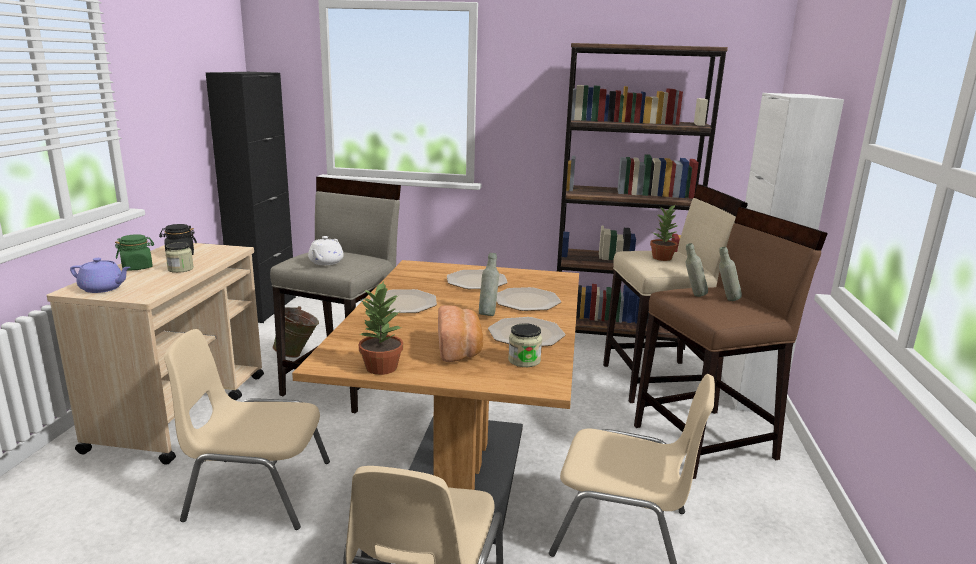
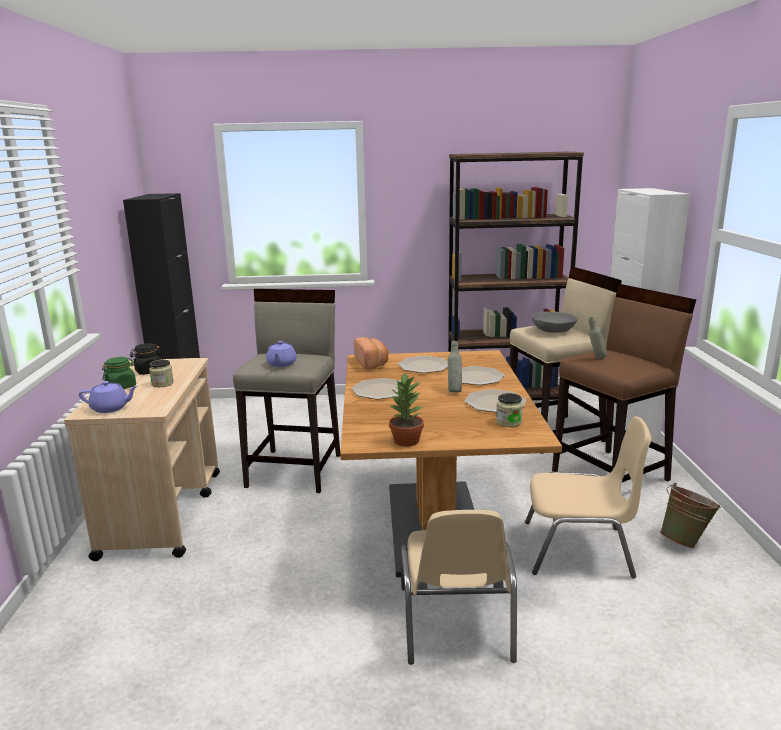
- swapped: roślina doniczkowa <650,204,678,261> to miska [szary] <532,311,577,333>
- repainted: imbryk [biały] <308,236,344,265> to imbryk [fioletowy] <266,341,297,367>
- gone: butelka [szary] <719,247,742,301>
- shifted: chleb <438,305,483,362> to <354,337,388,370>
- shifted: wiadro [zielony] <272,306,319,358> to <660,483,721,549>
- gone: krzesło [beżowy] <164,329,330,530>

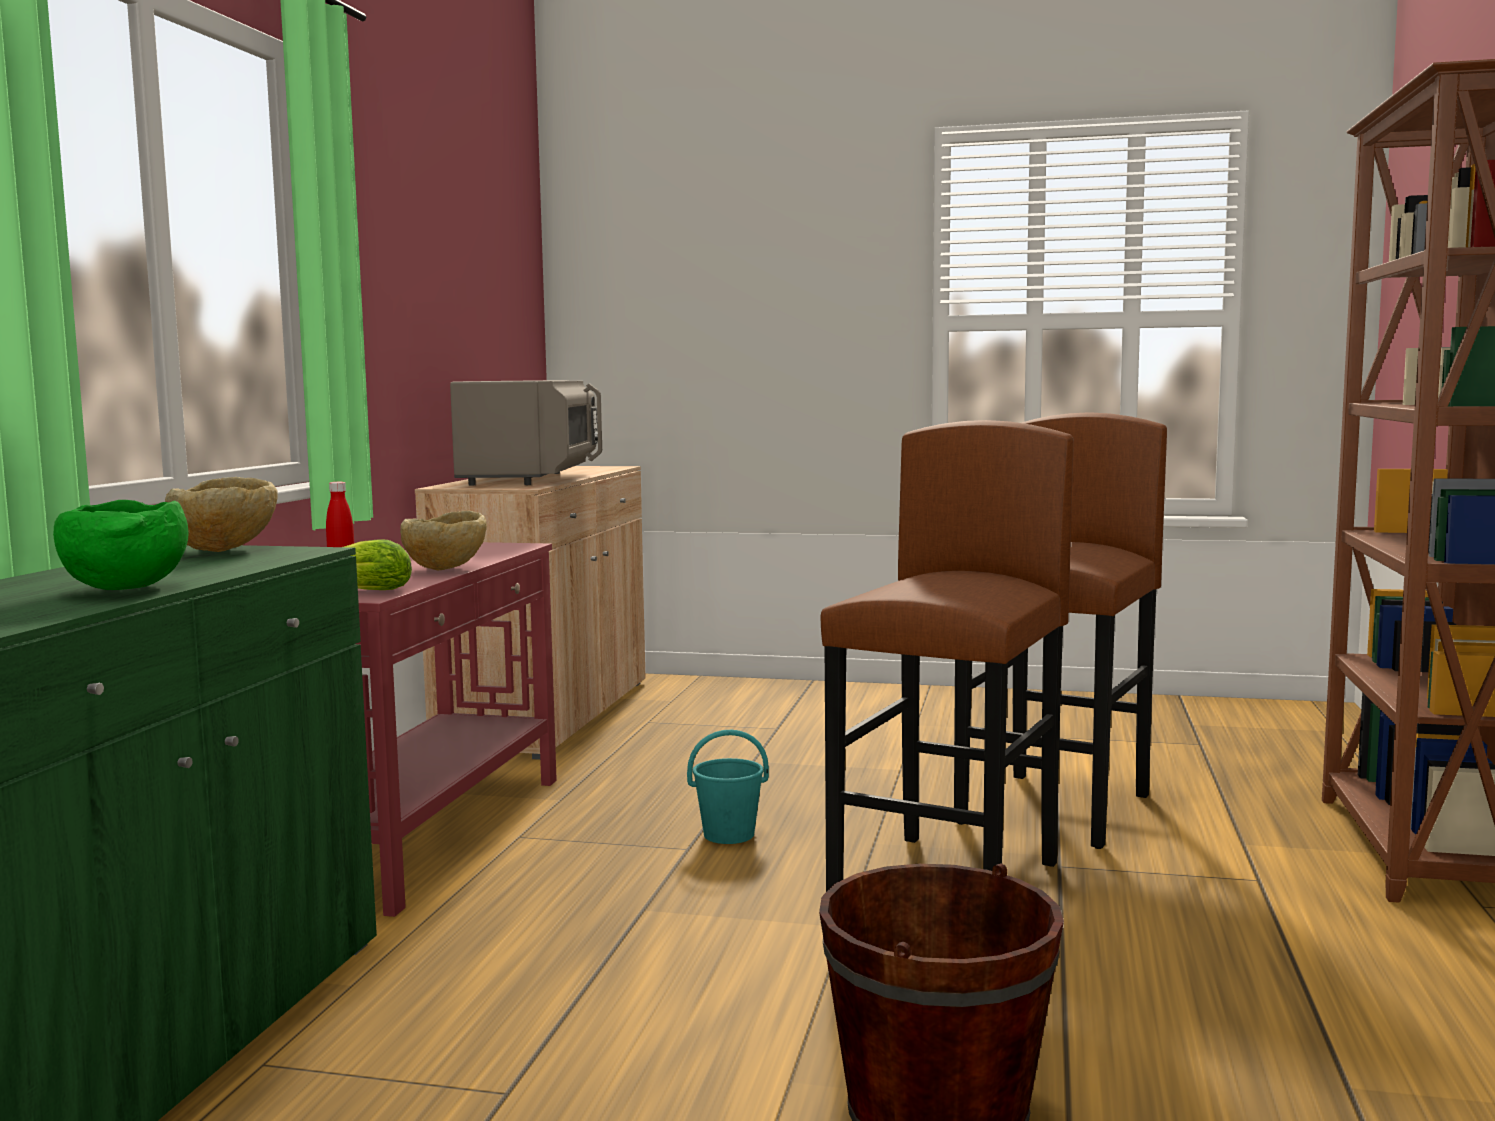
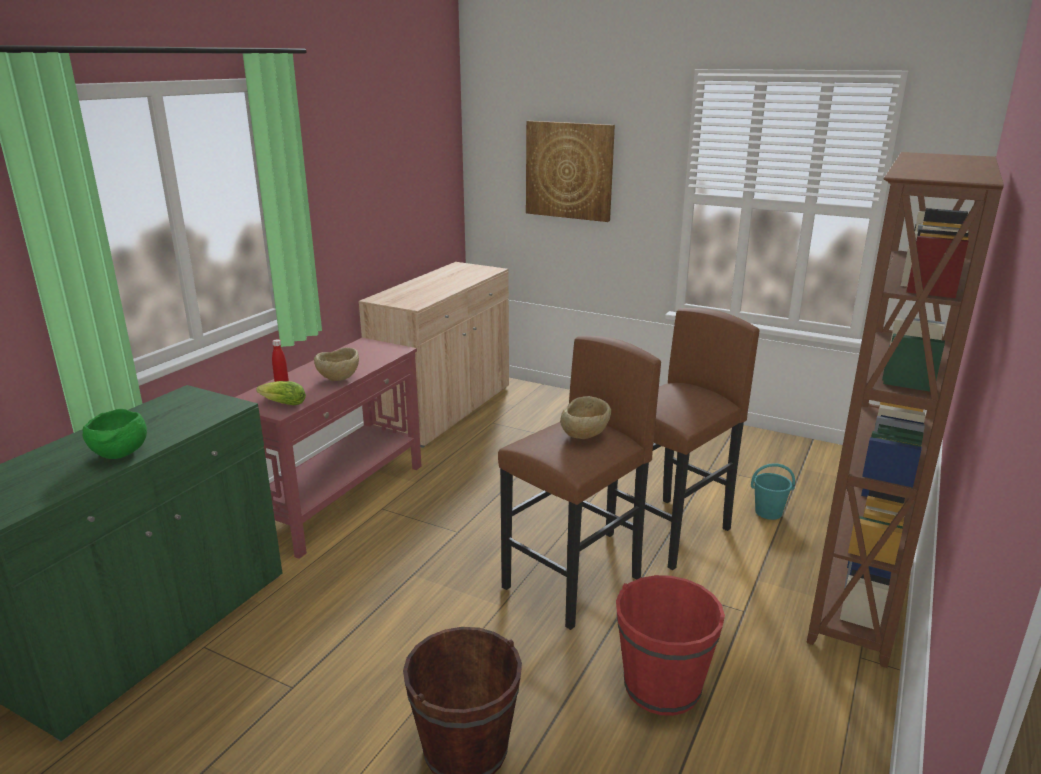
- gone: mikrofalówka [szary] <450,380,602,486>
- shifted: miska [beżowy] <165,477,278,552> to <560,396,611,439>
- shifted: wiadro [turkusowy] <687,730,769,844> to <751,463,795,520>
- new: obraz <526,121,615,222>
- new: wiadro [czerwony] <616,575,725,716>

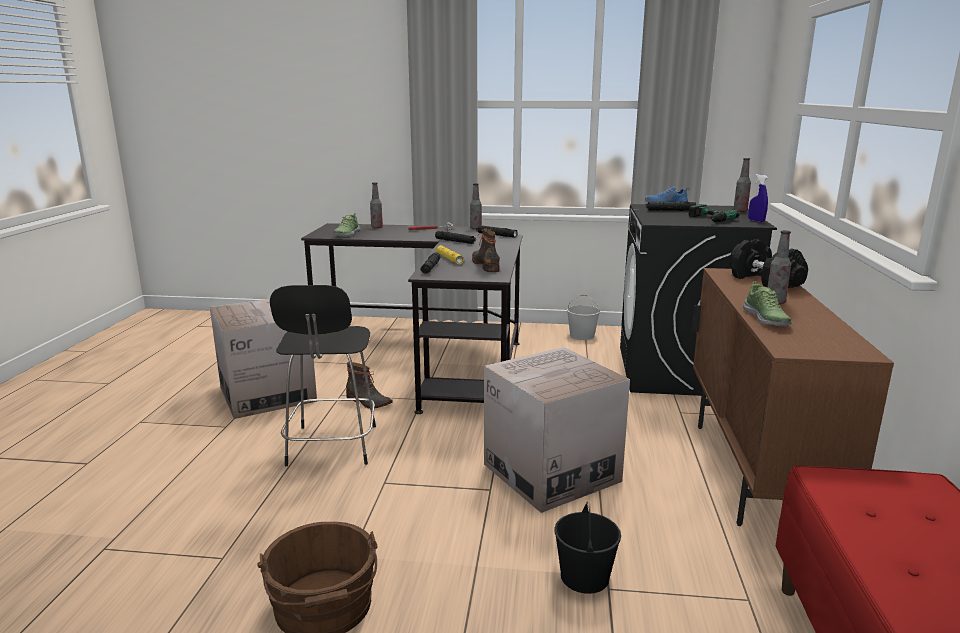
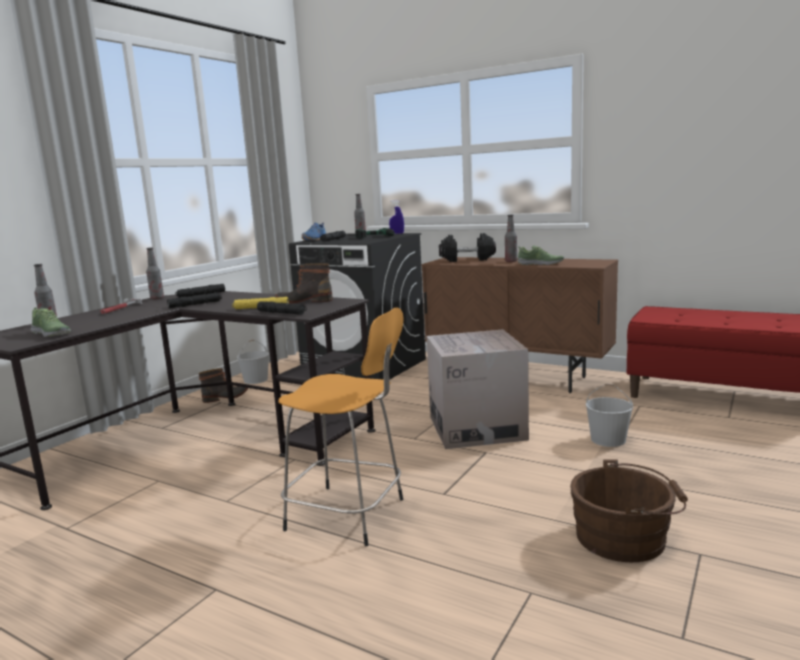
- repainted: stołek [czarny] <270,285,376,466> to stołek [pomarańczowy] <278,308,404,546>
- gone: karton <210,299,317,419>
- shifted: but z cholewką <346,362,393,409> to <199,368,248,403>
- repainted: wiadro [czarny] <554,500,621,594> to wiadro [biały] <586,384,633,447>

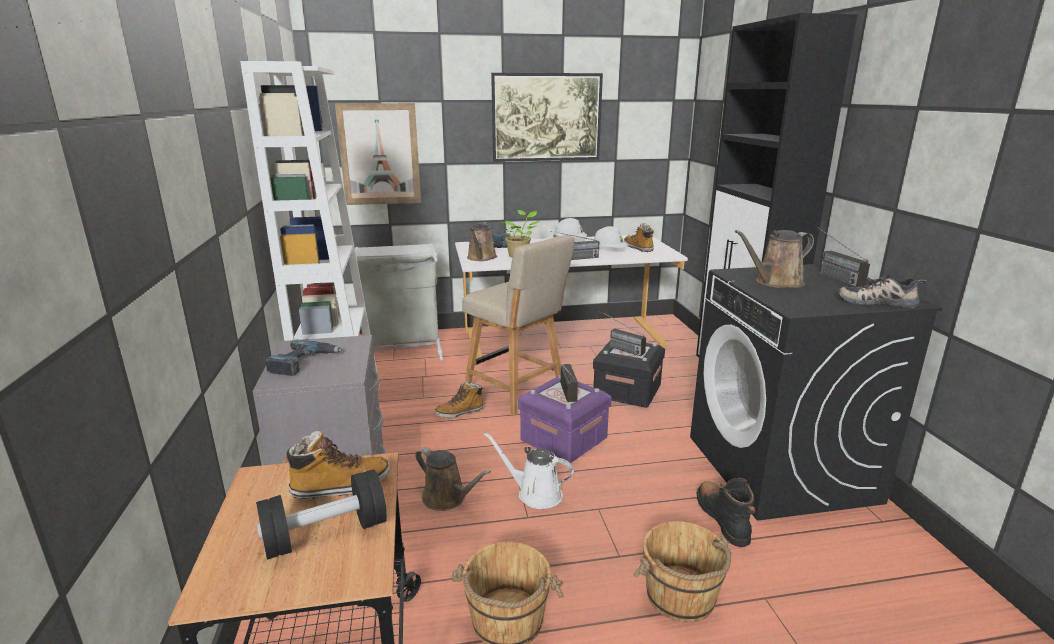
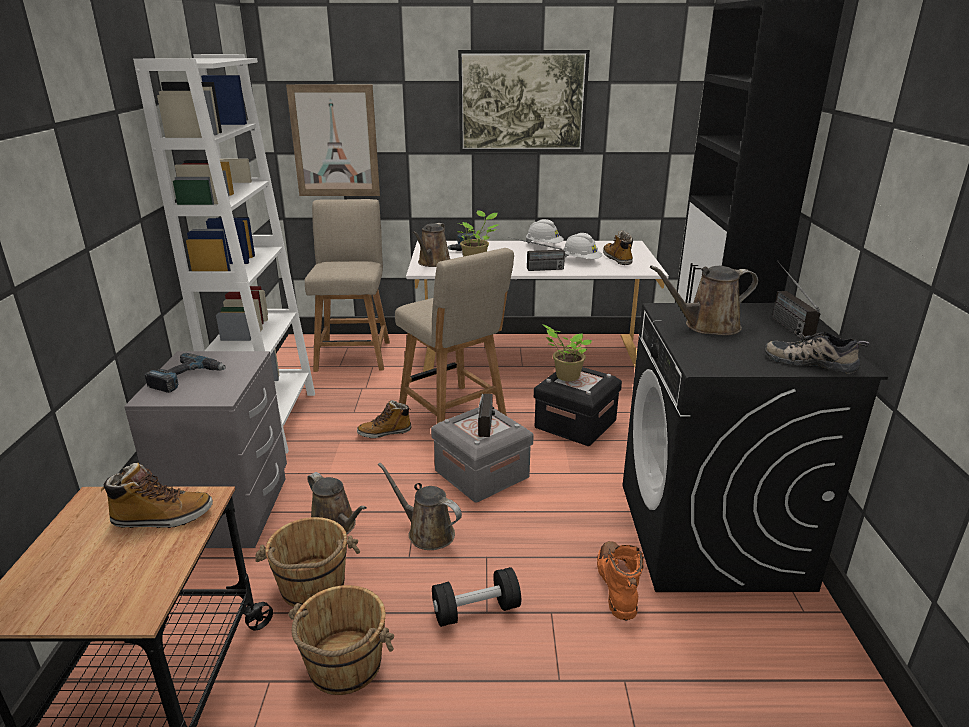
- swapped: kosz na pranie [szary] <355,243,443,361> to krzesło [beżowy] <305,199,390,372>
- swapped: radio <600,311,646,356> to roślina doniczkowa <542,324,592,381>
- repainted: pojemnik do przechowywania [fioletowy] <518,376,612,463> to pojemnik do przechowywania [szary] <431,408,534,503>
- repainted: konewka [biały] <484,432,574,509> to konewka [brązowy] <378,463,462,550>
- shifted: hantel [czarny] <256,469,387,560> to <432,567,521,627>
- repainted: but z cholewką [czarny] <697,478,756,547> to but z cholewką [pomarańczowy] <597,541,644,620>
- shifted: wiadro [brązowy] <634,521,731,623> to <255,517,360,607>

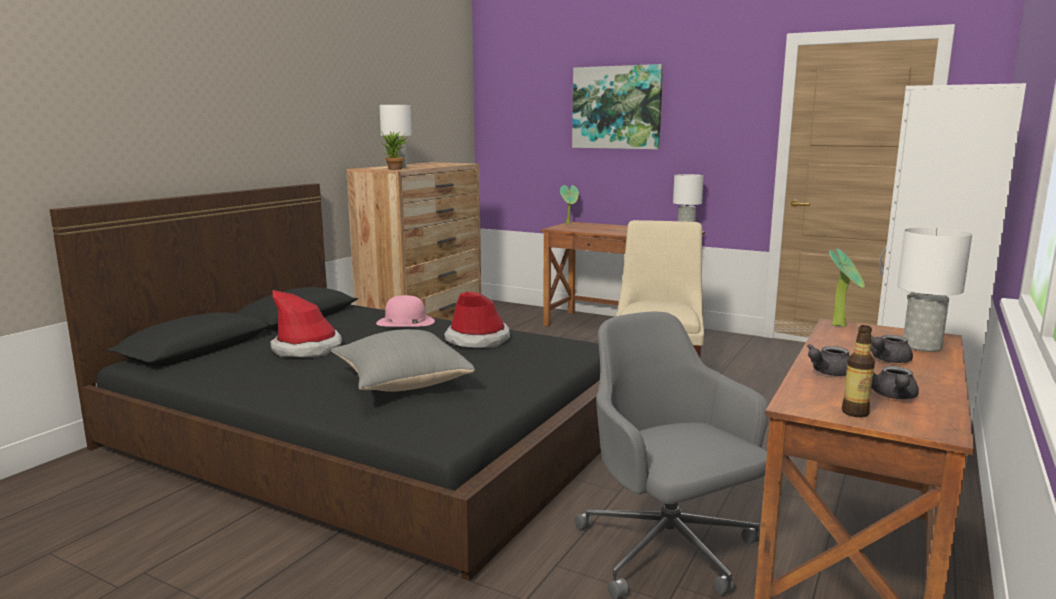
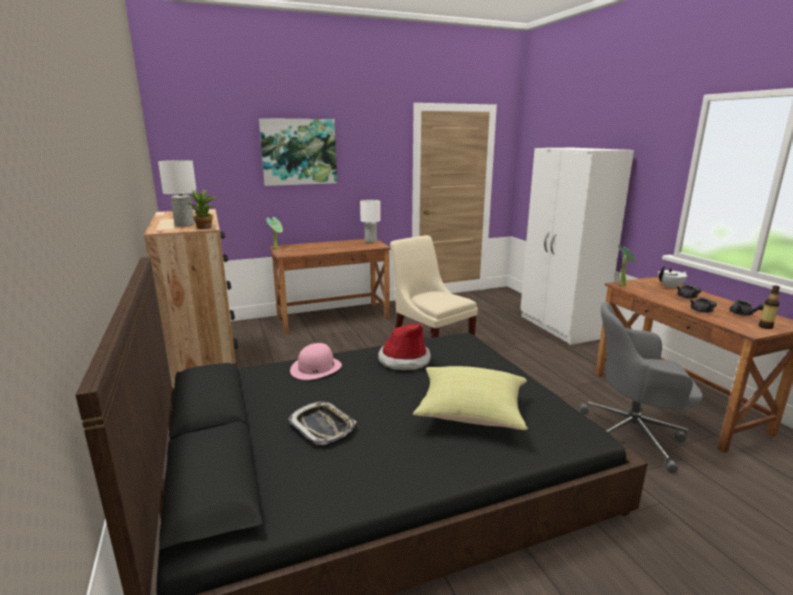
- swapped: lampa stołowa [biały] <897,228,972,352> to imbryk [biały] <658,266,687,289>
- swapped: kapelusz <270,290,342,357> to taca <288,401,357,445>
- repainted: poduszka [szary] <331,329,475,392> to poduszka [żółty] <413,366,528,430>

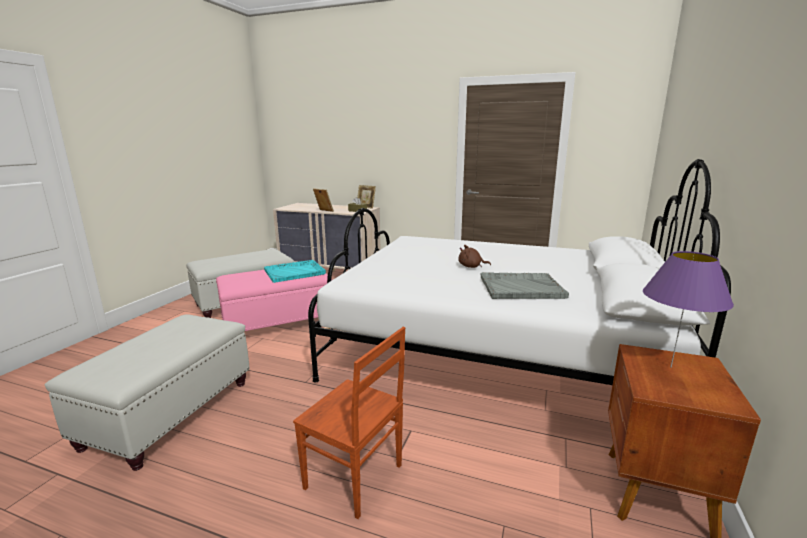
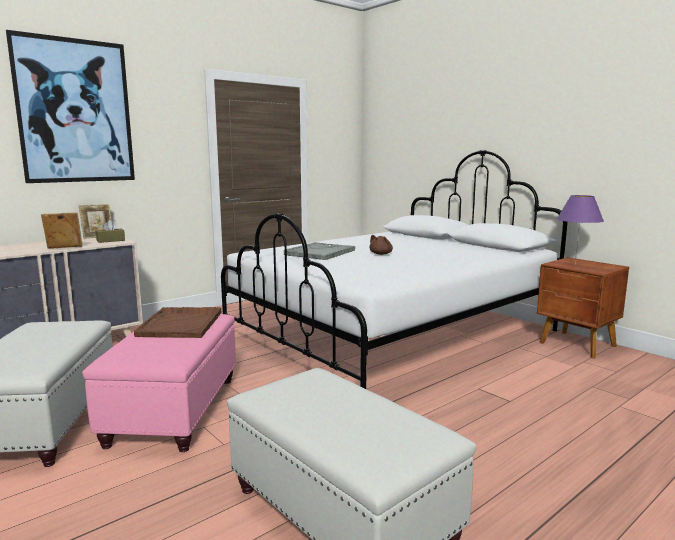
- repainted: taca [turkusowy] <264,260,326,283> to taca [brązowy] <134,307,221,338>
- shifted: taca [szary] <481,272,569,299> to <284,242,355,260>
- gone: krzesło [brązowy] <293,327,405,519>
- new: obraz <6,30,135,183>

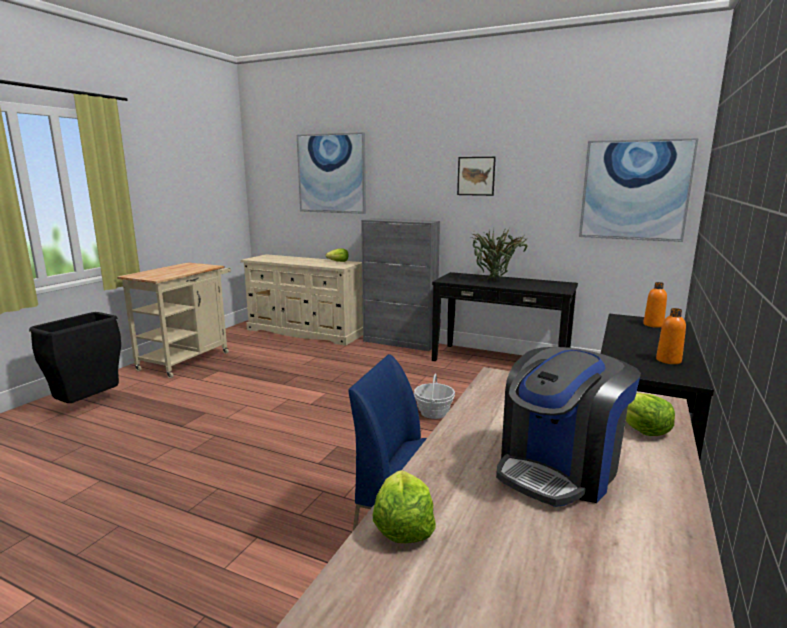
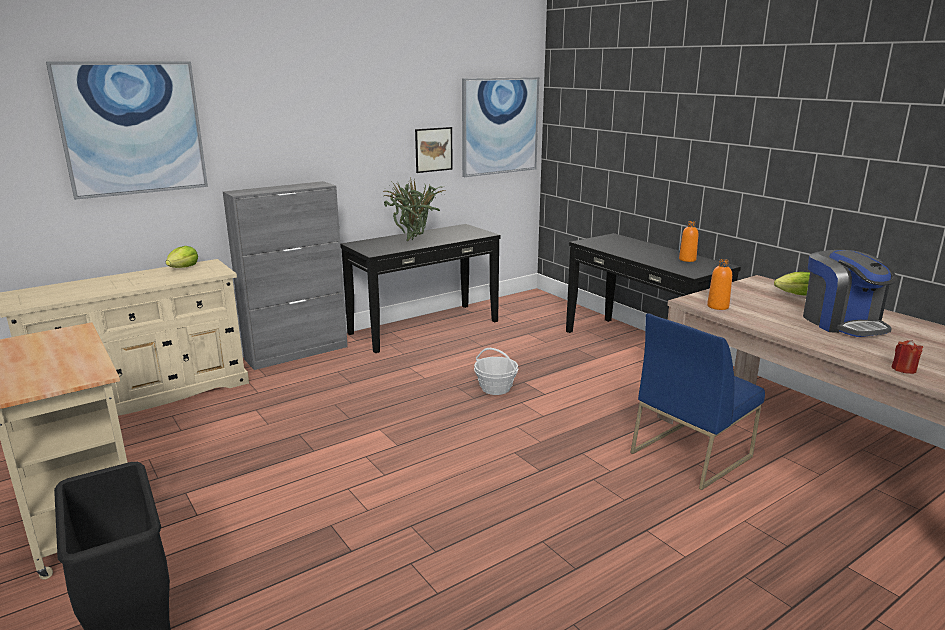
- shifted: obraz <457,157,496,196> to <415,127,453,173>
- shifted: butelka [pomarańczowy] <643,282,667,328> to <707,259,732,310>
- swapped: sałata <373,470,436,543> to świeca [czerwony] <892,340,923,374>

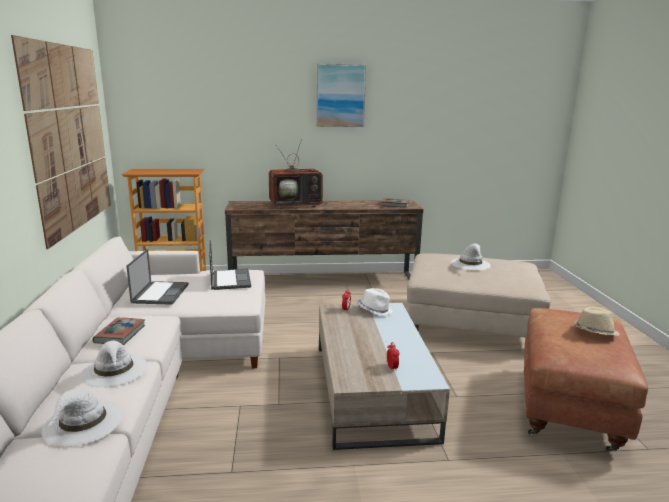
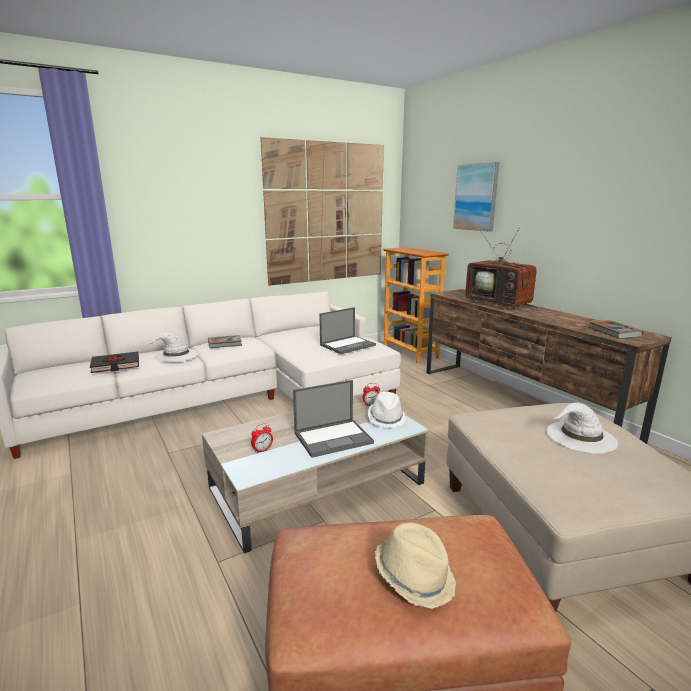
- shifted: obraz <317,63,366,127> to <453,162,499,232>
- shifted: laptop <126,249,189,305> to <293,380,374,458>
- swapped: kapelusz [biały] <42,389,123,447> to książka [czarny] <90,352,139,373>

